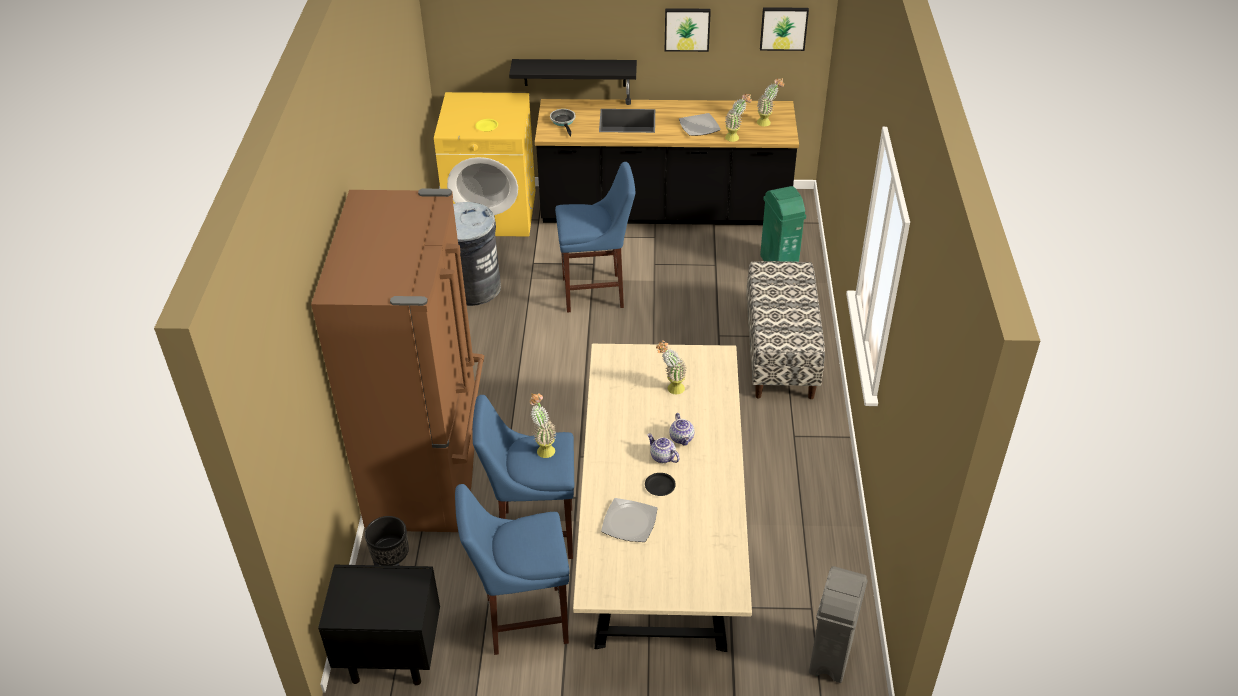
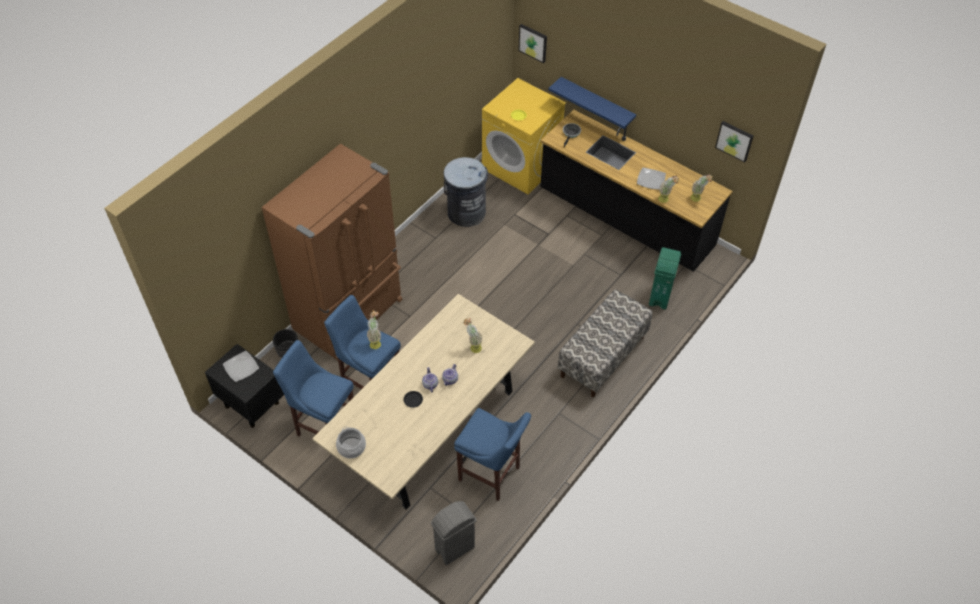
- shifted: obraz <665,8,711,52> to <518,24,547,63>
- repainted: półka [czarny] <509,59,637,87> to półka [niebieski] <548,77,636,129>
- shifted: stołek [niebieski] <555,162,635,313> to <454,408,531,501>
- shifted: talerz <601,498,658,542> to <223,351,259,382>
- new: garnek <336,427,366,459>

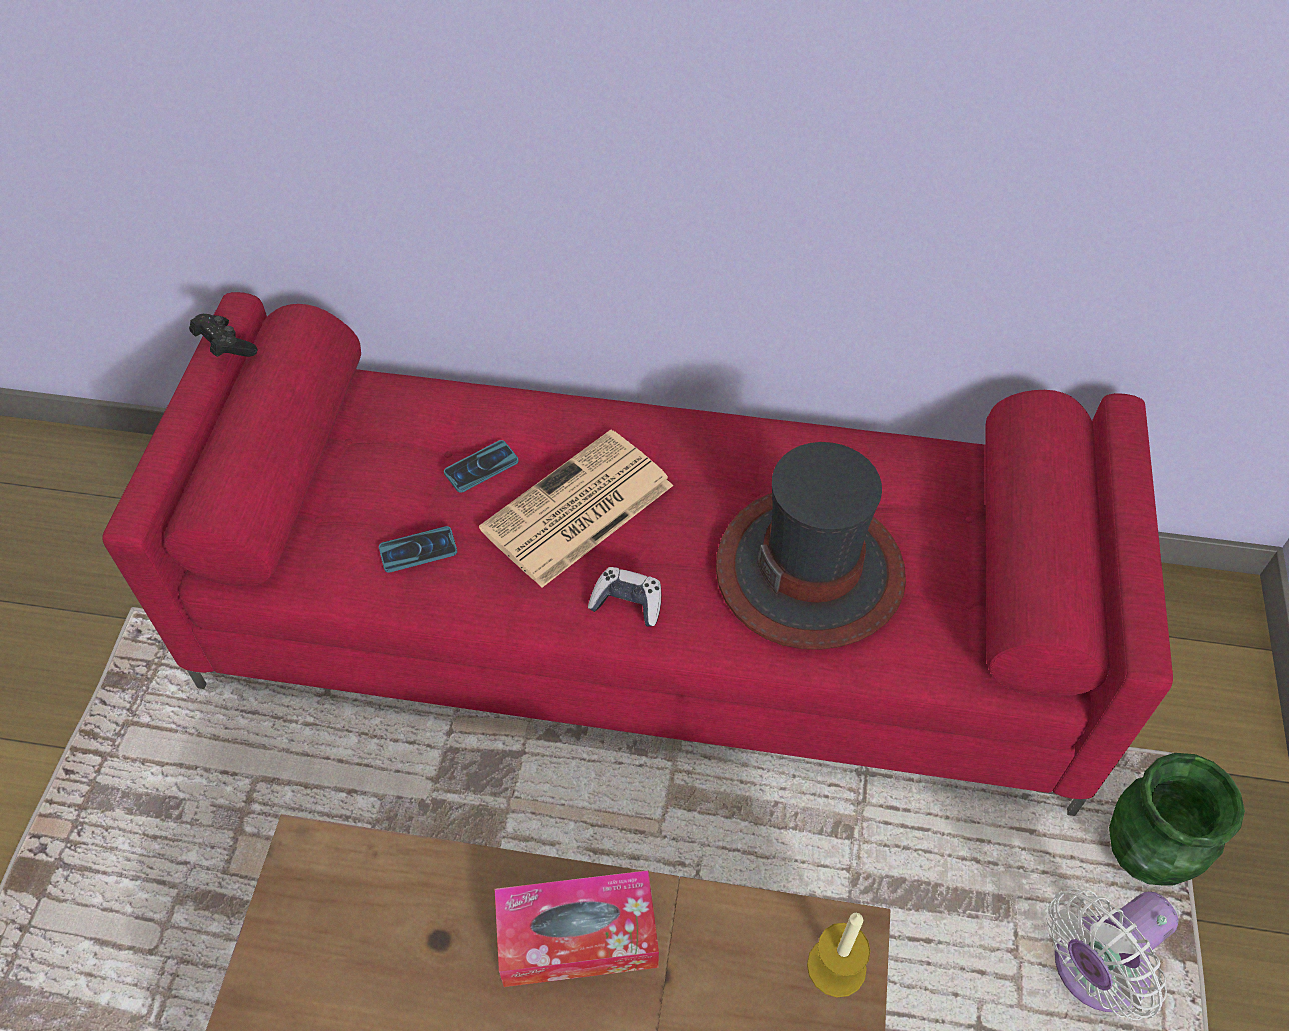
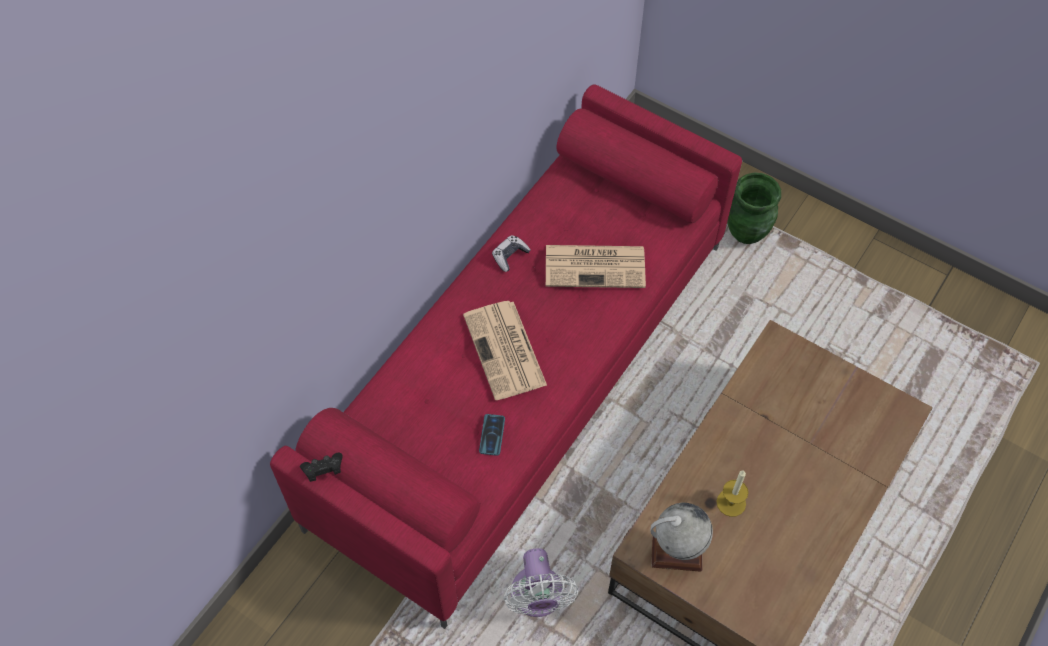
- gone: telefon <444,440,519,493>
- swapped: kapelusz <716,442,906,650> to gazeta <546,245,646,288>
- shifted: pad do gier <588,567,662,627> to <492,235,530,272>
- gone: pudełko chusteczek <495,870,659,987>
- shifted: wentylator [biały] <1046,889,1178,1020> to <503,548,578,617>
- shifted: świeca <807,913,870,997> to <717,470,748,517>
- new: globus <651,503,713,572>

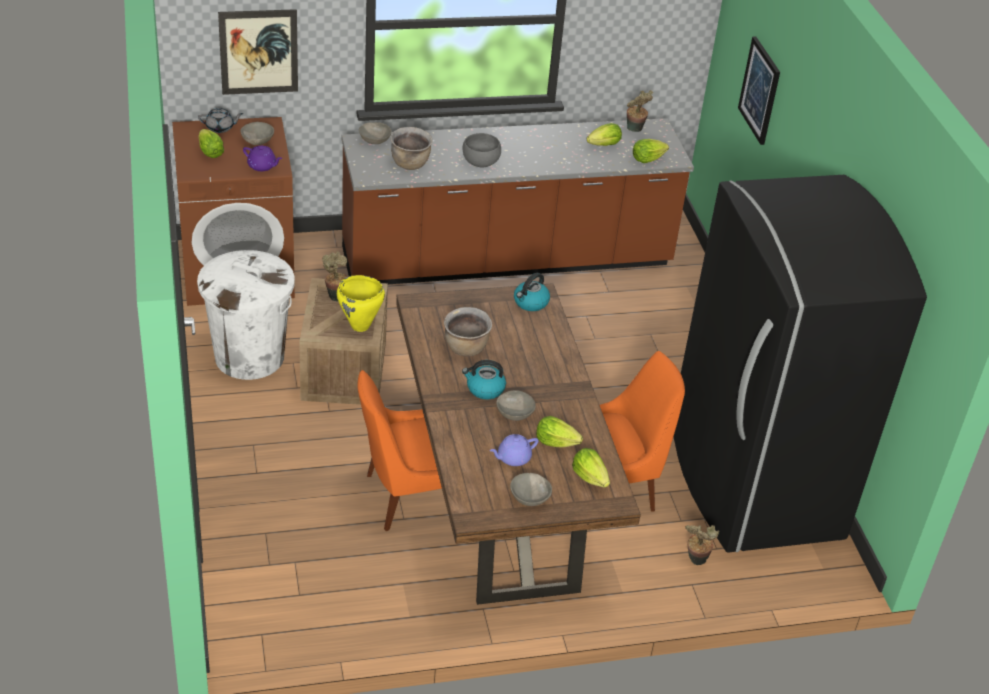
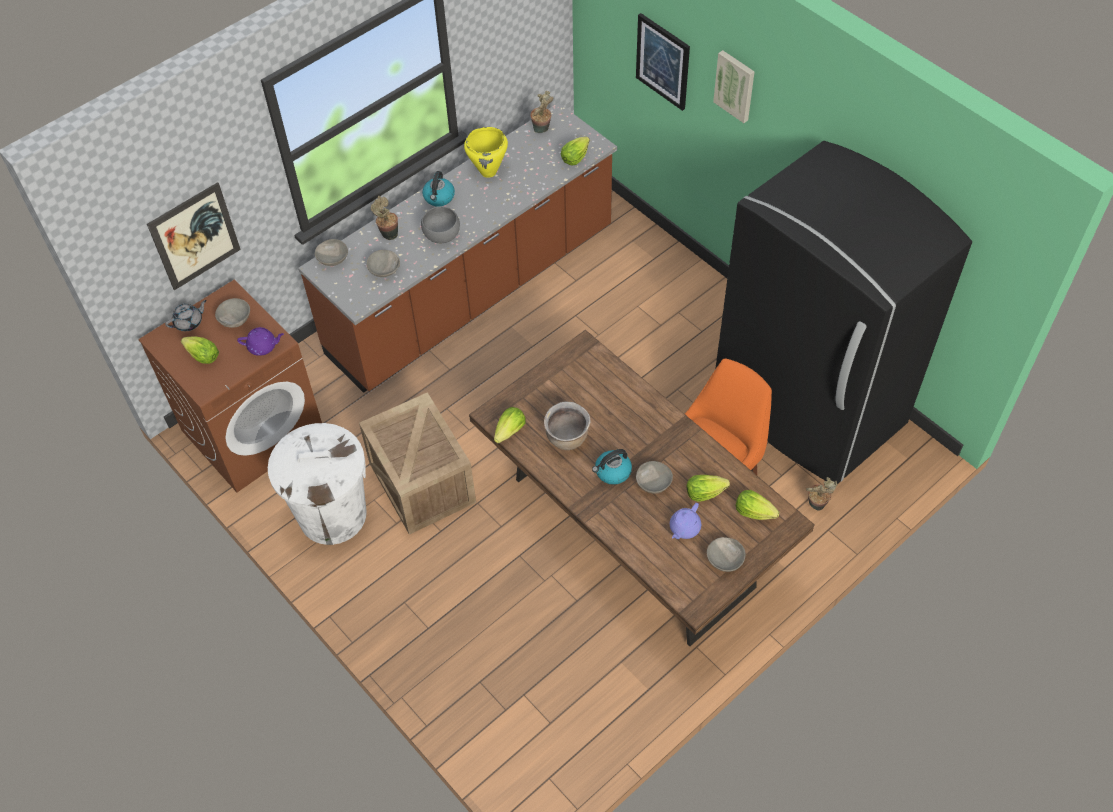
- shifted: sałata <587,123,622,146> to <494,407,526,443>
- swapped: garnek [brązowy] <391,127,433,170> to miska [szary] <367,250,400,277>
- shifted: roślina doniczkowa <322,251,348,302> to <371,196,398,240>
- shifted: czajnik <514,273,550,311> to <422,171,455,206>
- shifted: garnek [żółty] <337,275,385,332> to <464,127,508,178>
- gone: krzesło [pomarańczowy] <358,370,442,531>
- new: obraz <713,50,755,123>

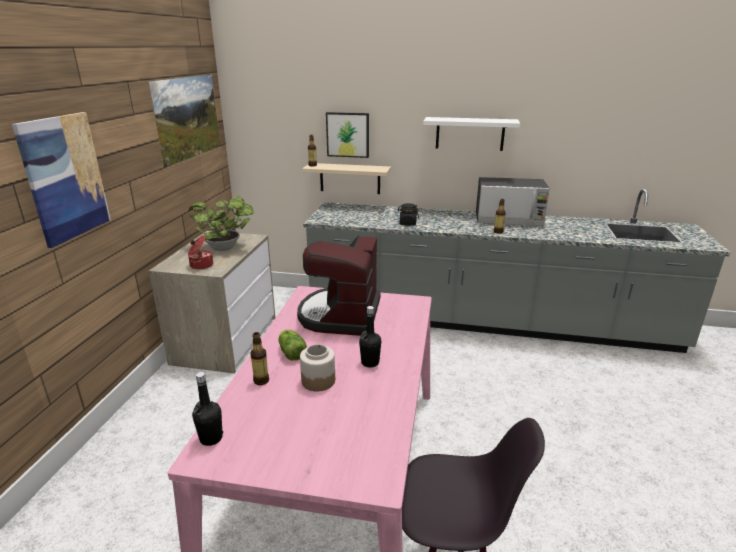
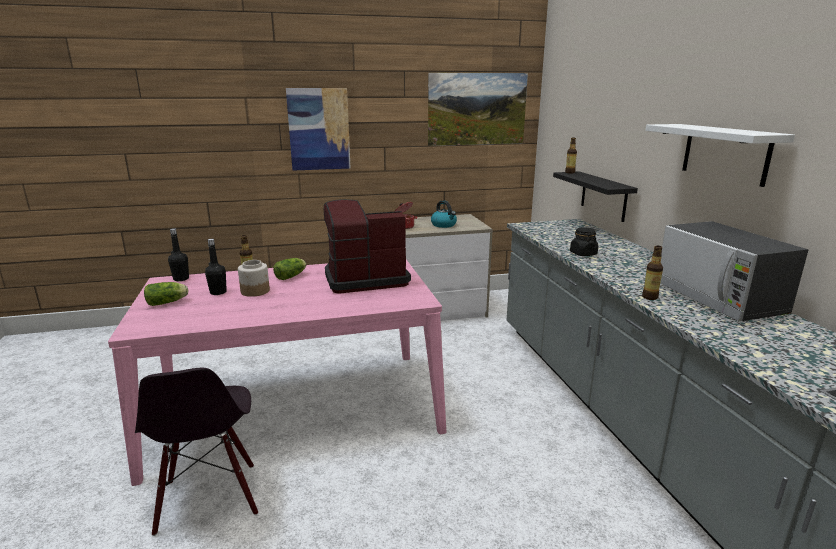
- gone: obraz <326,112,369,158>
- repainted: półka [beżowy] <302,163,391,194> to półka [czarny] <553,171,638,222>
- swapped: roślina doniczkowa <189,196,254,251> to czajnik <431,200,457,228>
- shifted: butelka [czarny] <359,306,381,368> to <205,239,227,295>
- new: sałata <144,282,188,306>

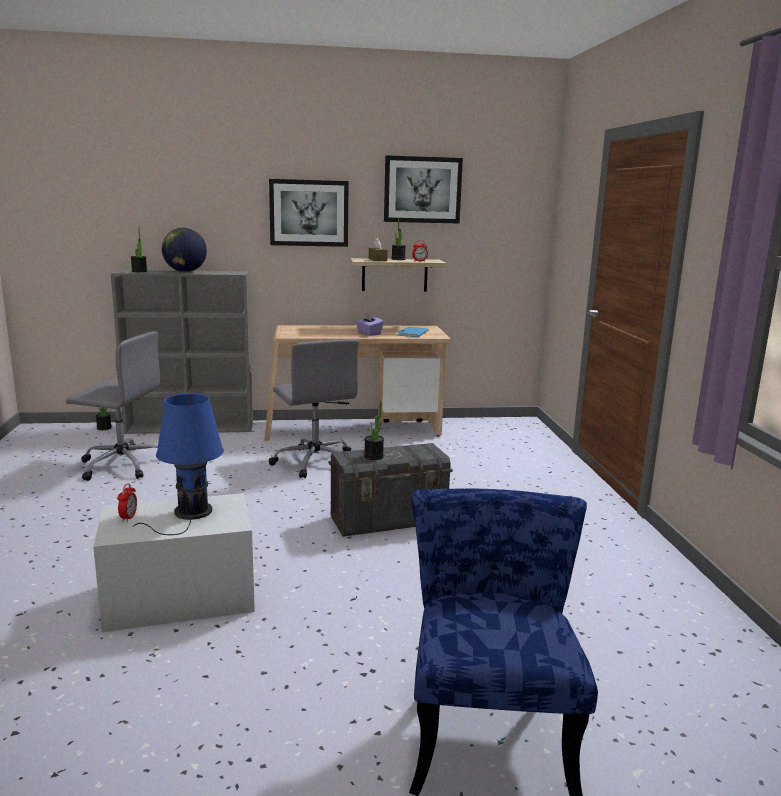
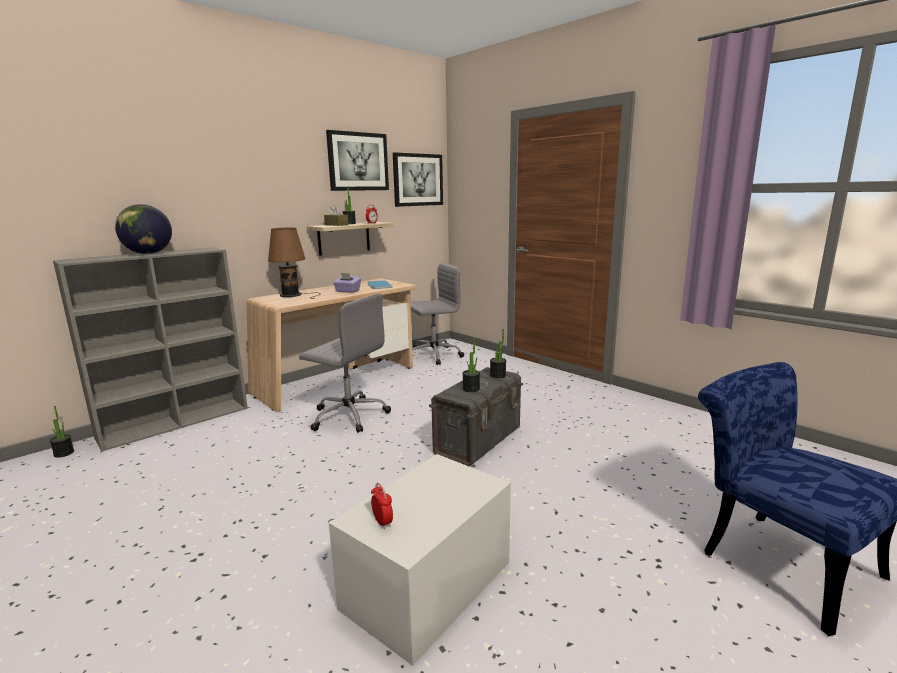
- shifted: obraz <269,179,349,247> to <393,152,443,207>
- shifted: roślina doniczkowa <131,227,147,272> to <490,329,506,378>
- shifted: krzesło biurowe [szary] <66,331,160,481> to <411,263,464,365>
- gone: lampa stołowa [niebieski] <132,394,224,535>
- new: lampa stołowa [brązowy] <268,228,318,299>

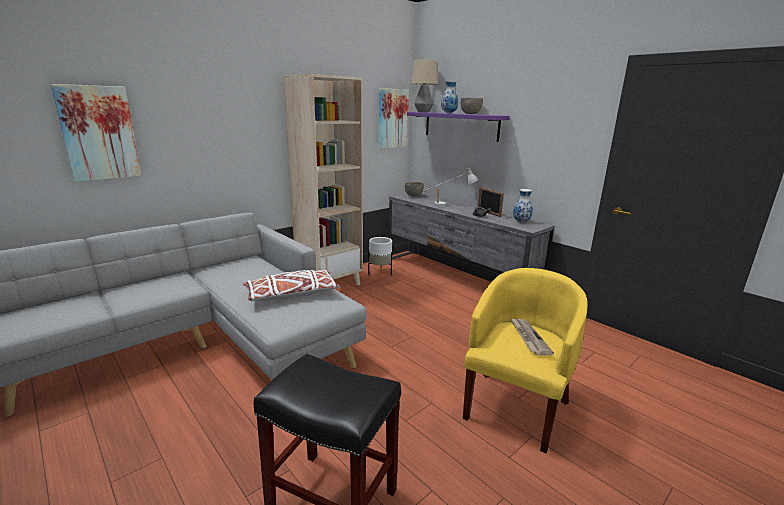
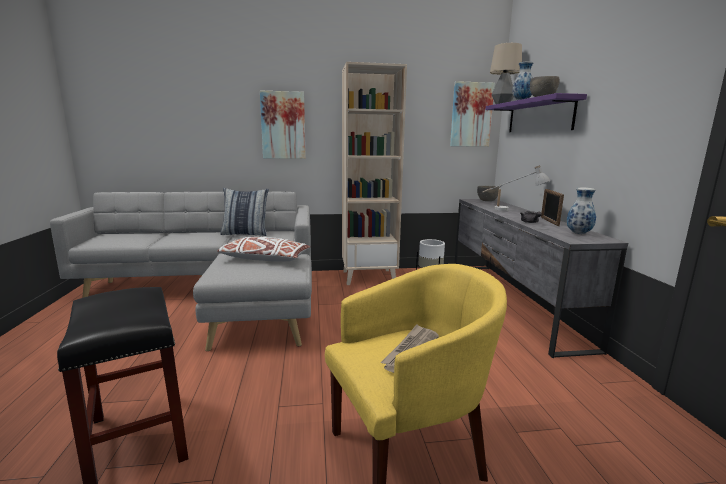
- shifted: obraz <51,84,141,182> to <260,91,306,159>
- new: poduszka <220,188,269,236>

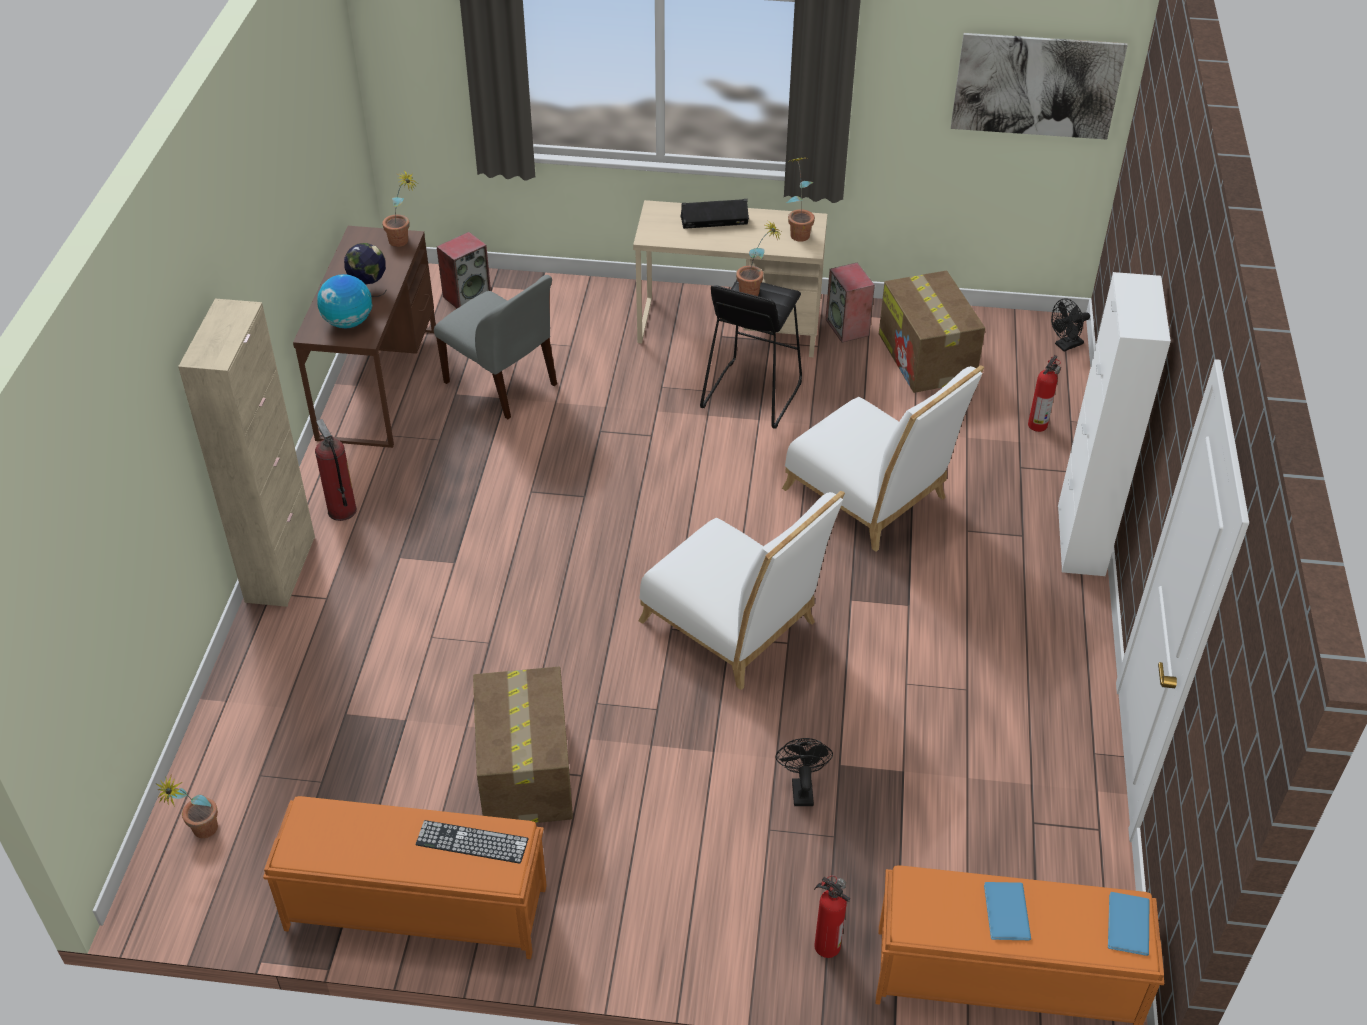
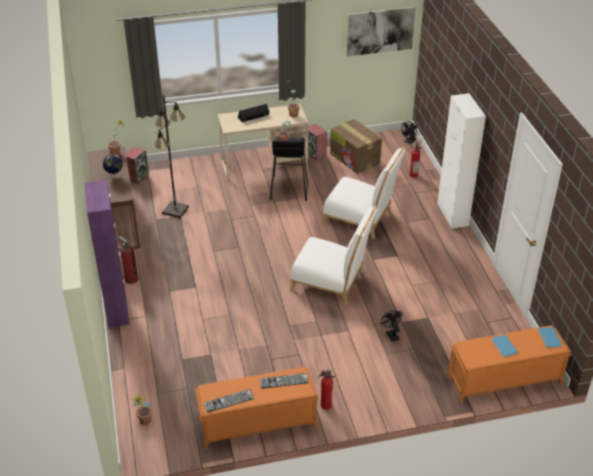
- gone: globus <317,274,372,329>
- swapped: krzesło [szary] <434,275,557,419> to lampa stojąca [czarny] <153,95,189,218>
- repainted: szafka [beżowy] <178,299,315,607> to szafka [fioletowy] <84,180,130,327>
- gone: karton <473,667,573,823>
- shifted: gaśnica <814,876,850,958> to <318,370,335,410>
- new: klawiatura <204,389,254,413>

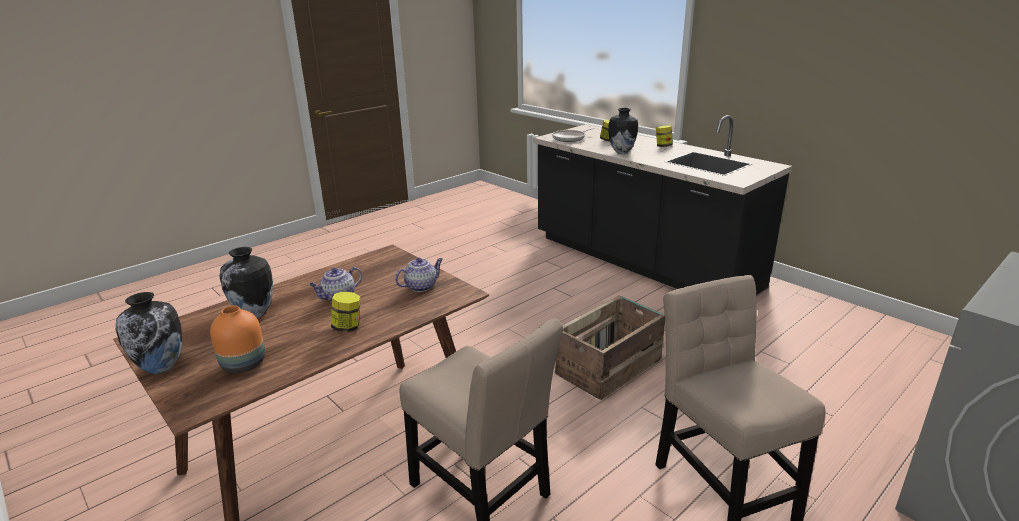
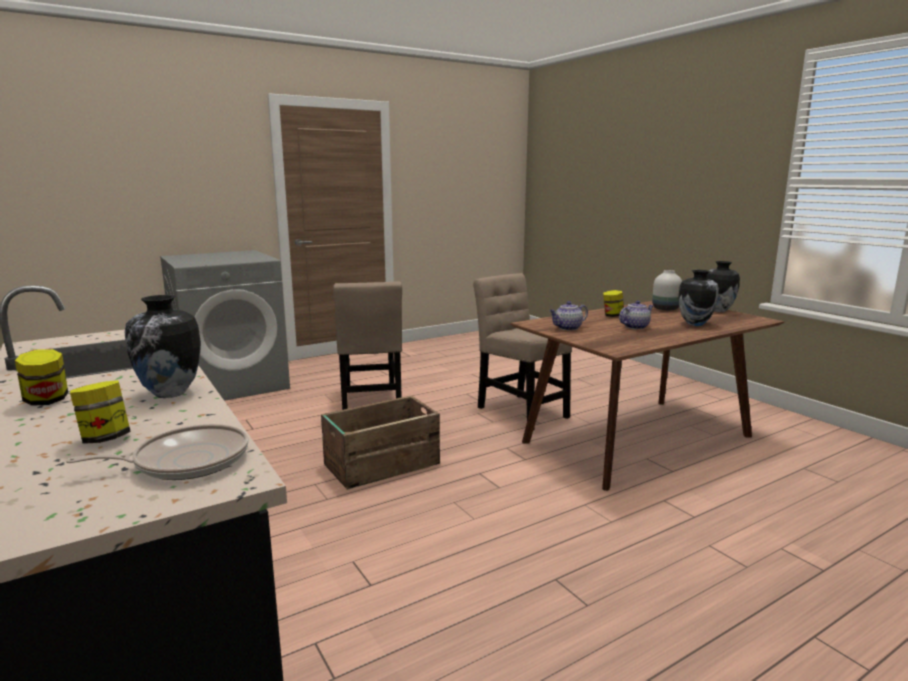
- repainted: wazon [pomarańczowy] <210,305,265,373> to wazon [biały] <652,270,682,310>

